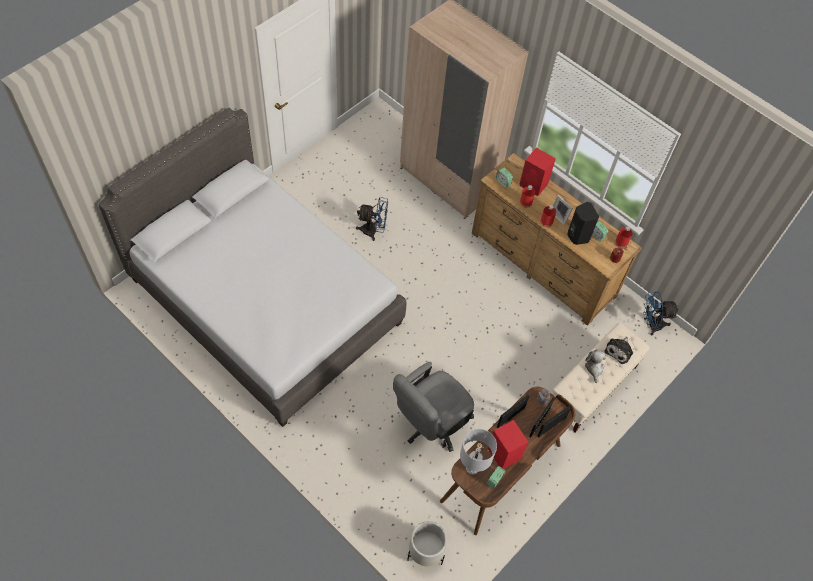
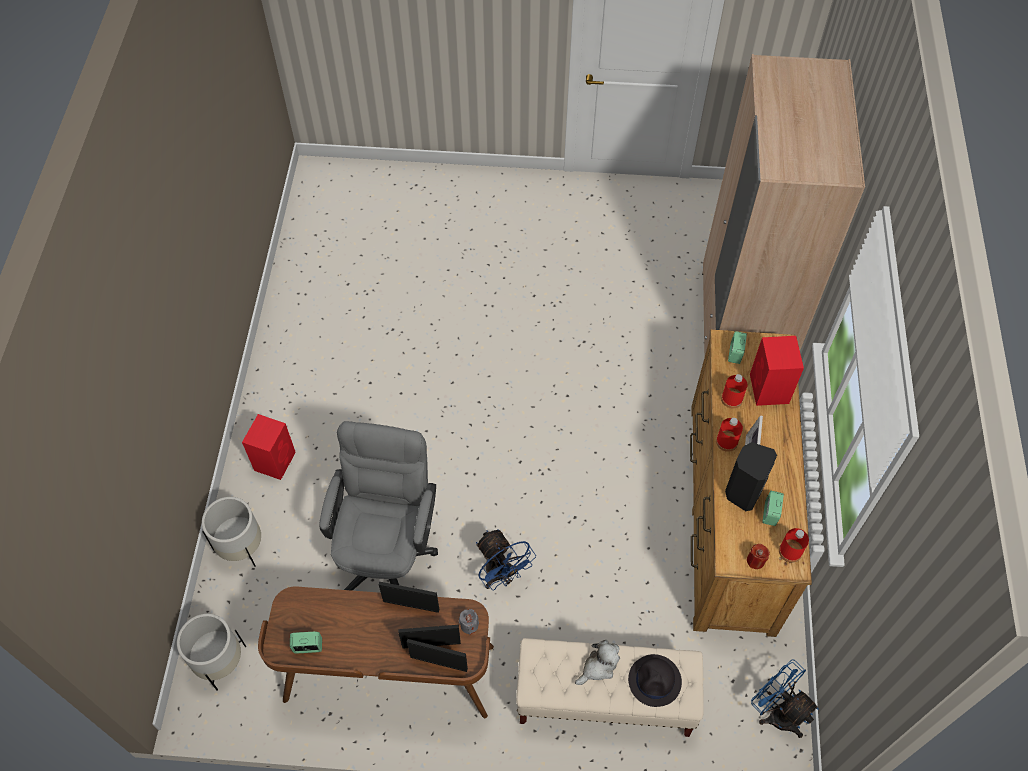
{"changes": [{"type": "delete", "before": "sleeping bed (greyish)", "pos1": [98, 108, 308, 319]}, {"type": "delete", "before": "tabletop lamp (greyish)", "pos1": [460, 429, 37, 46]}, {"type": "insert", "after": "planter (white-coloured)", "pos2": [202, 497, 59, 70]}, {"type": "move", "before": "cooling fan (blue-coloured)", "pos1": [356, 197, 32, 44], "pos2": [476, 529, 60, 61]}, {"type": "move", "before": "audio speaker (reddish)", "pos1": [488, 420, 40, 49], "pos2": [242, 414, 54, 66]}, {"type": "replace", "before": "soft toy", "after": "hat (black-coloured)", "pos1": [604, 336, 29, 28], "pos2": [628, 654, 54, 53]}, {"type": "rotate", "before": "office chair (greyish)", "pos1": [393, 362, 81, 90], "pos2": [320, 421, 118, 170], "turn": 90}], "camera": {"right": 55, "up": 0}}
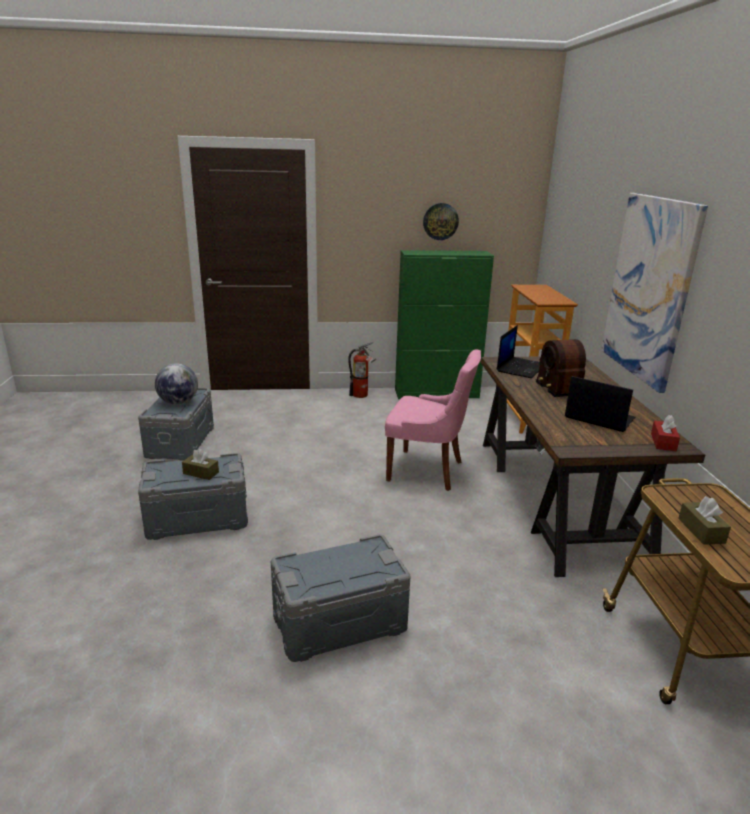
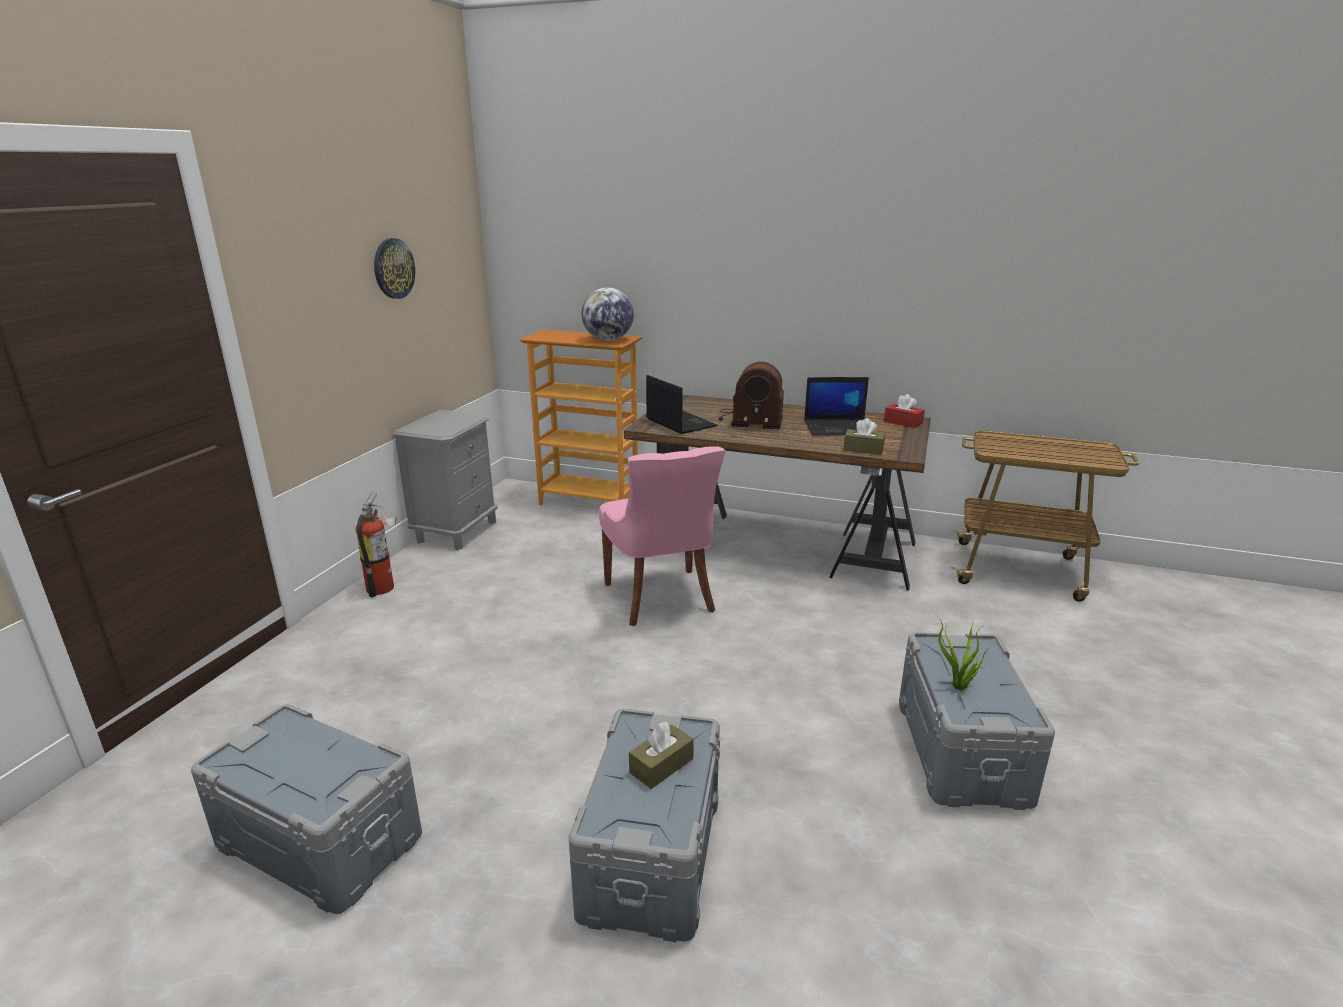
{"changes": [{"type": "delete", "before": "wall picture", "pos1": [601, 193, 107, 200]}, {"type": "insert", "after": "potted plant", "pos2": [936, 615, 51, 76]}, {"type": "move", "before": "desk globe", "pos1": [155, 363, 43, 42], "pos2": [582, 287, 52, 54]}, {"type": "move", "before": "tissue box (brownish)", "pos1": [678, 496, 53, 49], "pos2": [844, 418, 41, 36]}, {"type": "replace", "before": "cupboard (green-coloured)", "after": "night table (greyish)", "pos1": [395, 250, 99, 149], "pos2": [393, 410, 105, 140]}, {"type": "rotate", "before": "upright chair (pink)", "pos1": [385, 350, 96, 141], "pos2": [599, 447, 126, 179], "turn": 120}, {"type": "rotate", "before": "laptop", "pos1": [565, 376, 70, 56], "pos2": [804, 377, 70, 59], "turn": -150}], "camera": {"right": -65, "up": 0}}
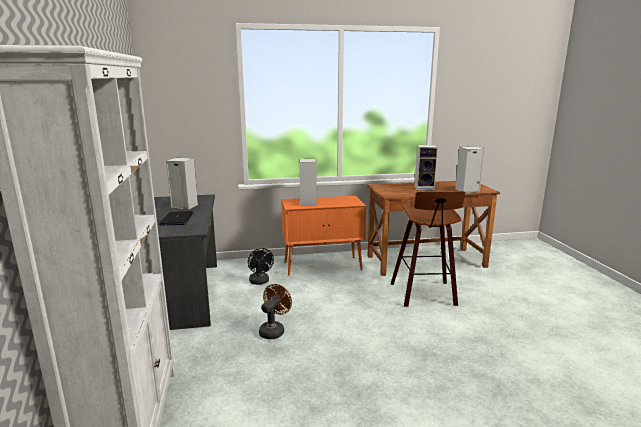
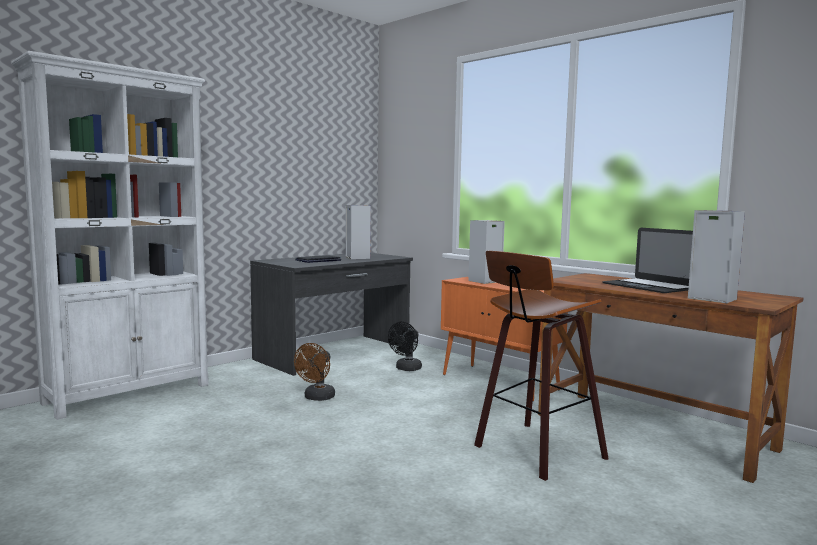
{"changes": [{"type": "replace", "before": "audio speaker", "after": "laptop", "pos1": [414, 145, 24, 46], "pos2": [602, 228, 91, 65]}, {"type": "rotate", "before": "cooling fan (brownish)", "pos1": [259, 284, 33, 55], "pos2": [294, 343, 41, 58], "turn": 120}], "camera": {"right": 55, "up": -10}}
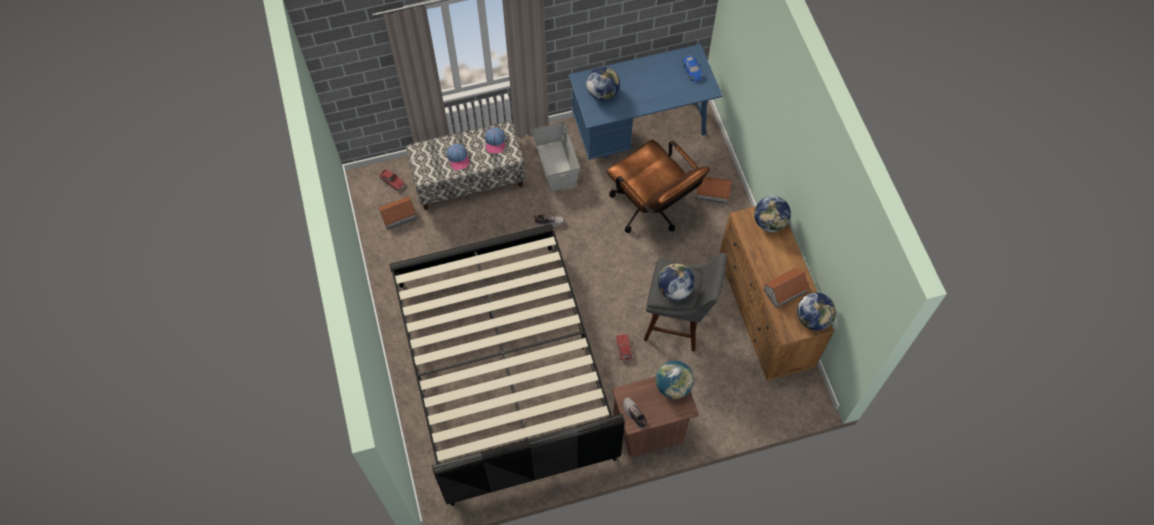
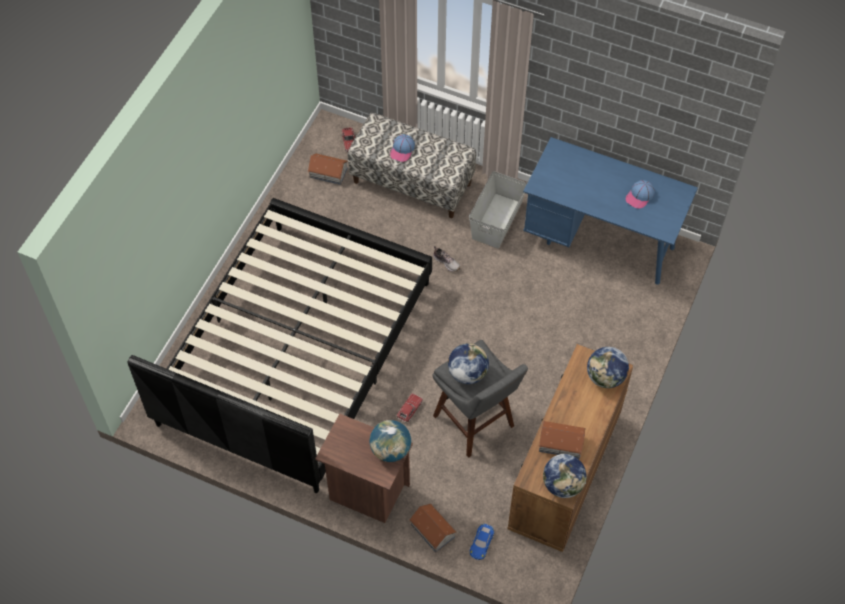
{"changes": [{"type": "delete", "before": "desk globe", "pos1": [586, 67, 34, 34]}, {"type": "delete", "before": "office chair (brownish)", "pos1": [606, 140, 104, 93]}, {"type": "delete", "before": "item of footwear", "pos1": [623, 397, 24, 32]}, {"type": "move", "before": "baseball cap", "pos1": [485, 127, 20, 27], "pos2": [626, 180, 29, 29]}, {"type": "move", "before": "model car (blue-coloured)", "pos1": [682, 55, 21, 27], "pos2": [469, 524, 25, 36]}, {"type": "move", "before": "miniature house", "pos1": [696, 177, 35, 27], "pos2": [409, 503, 48, 50]}], "camera": {"right": 40, "up": -5}}
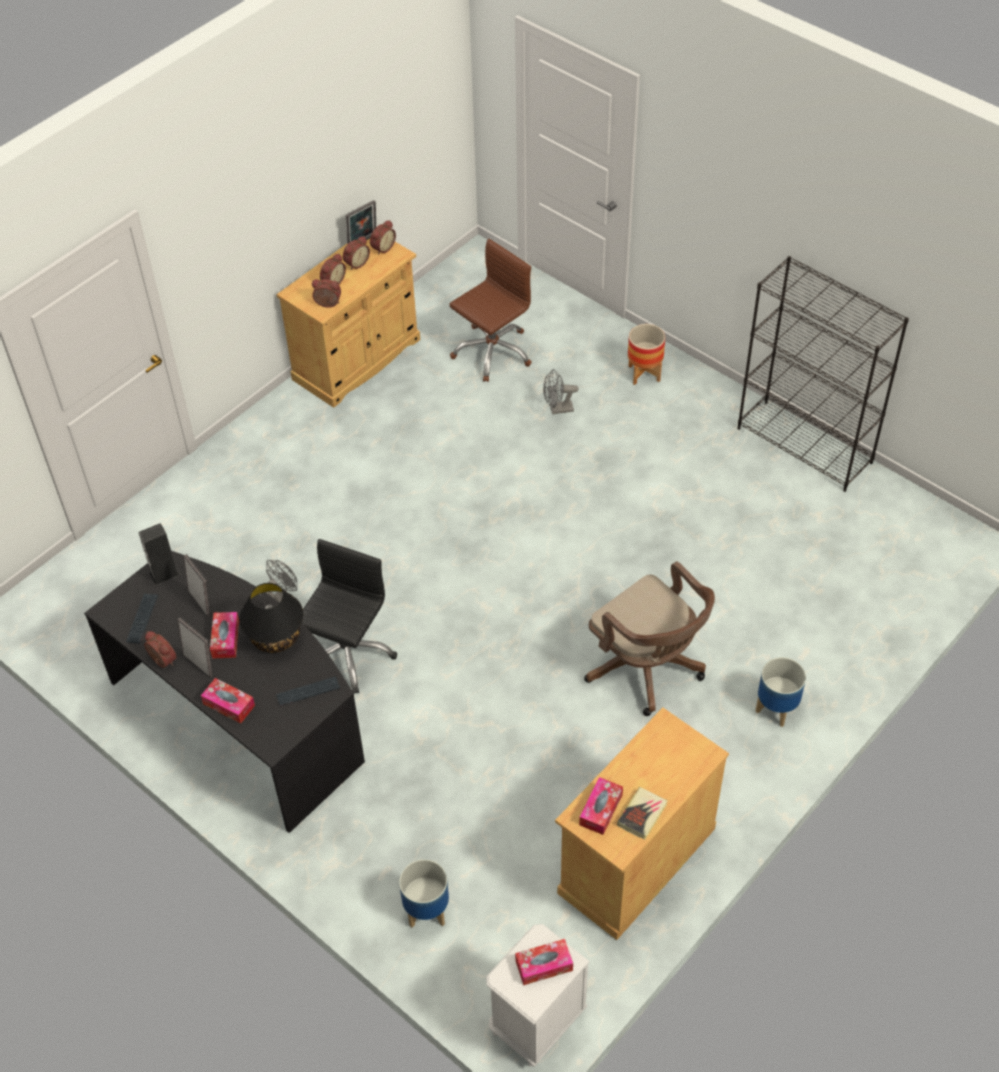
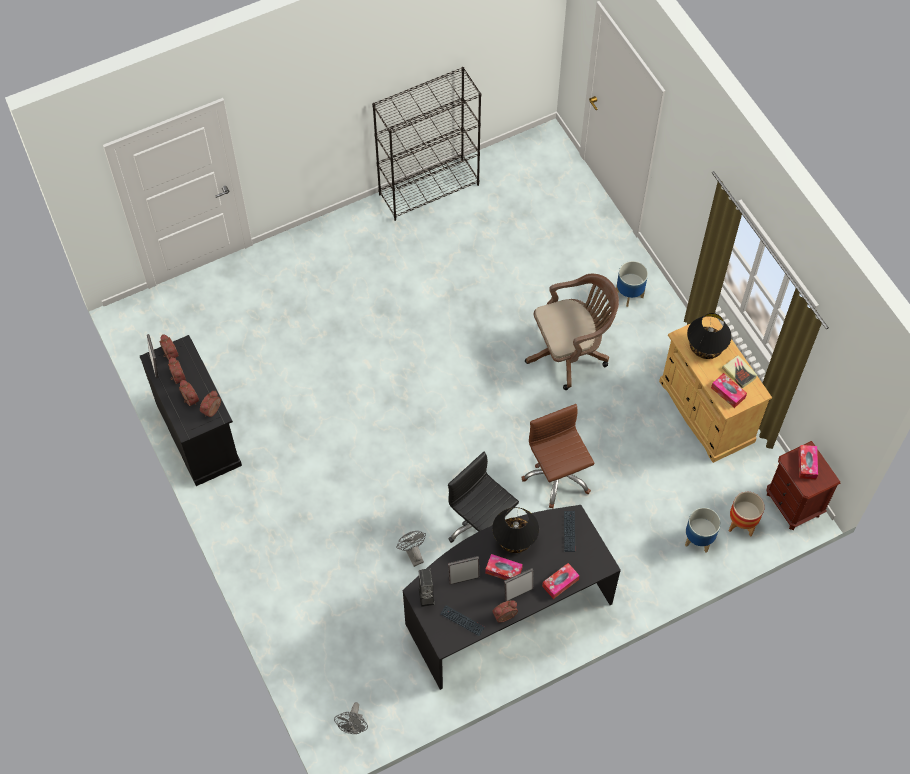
{"changes": [{"type": "insert", "after": "tabletop lamp (black-coloured)", "pos2": [687, 313, 45, 46]}, {"type": "move", "before": "office chair (brownish)", "pos1": [449, 239, 83, 143], "pos2": [522, 404, 72, 104]}, {"type": "move", "before": "cooling fan (greyish)", "pos1": [543, 369, 36, 45], "pos2": [334, 702, 34, 32]}, {"type": "move", "before": "planter", "pos1": [628, 324, 37, 61], "pos2": [729, 492, 36, 45]}, {"type": "recolor", "before": "cupboard (beige-coloured)", "after": "cupboard (black-coloured)", "pos1": [276, 239, 144, 168], "pos2": [140, 335, 102, 151]}, {"type": "recolor", "before": "night table (white-coloured)", "after": "night table (brownish)", "pos1": [486, 924, 104, 143], "pos2": [766, 441, 74, 89]}], "camera": {"right": -70, "up": 10}}
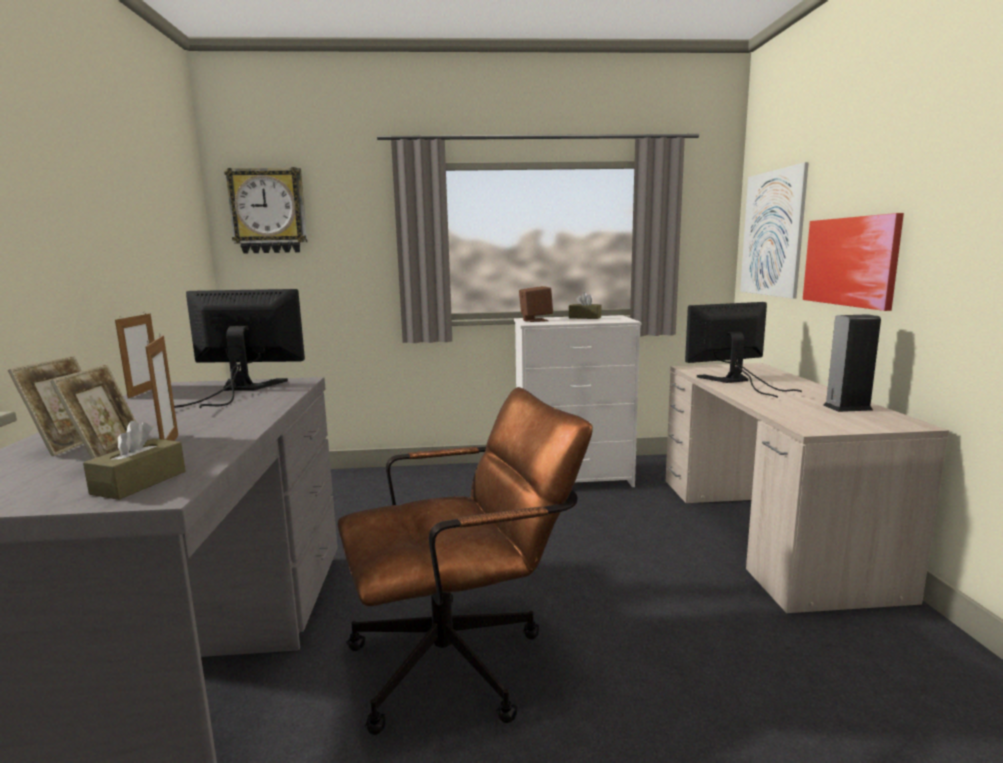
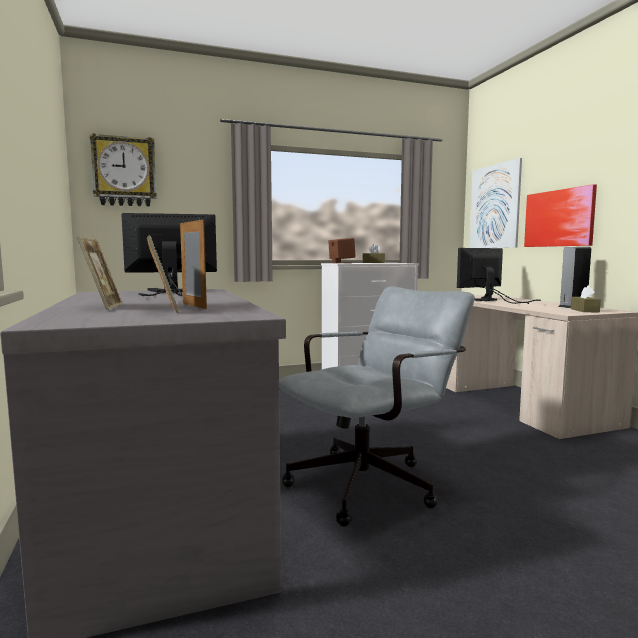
{"changes": [{"type": "delete", "before": "picture frame", "pos1": [115, 313, 40, 85]}, {"type": "move", "before": "tissue box (brownish)", "pos1": [83, 421, 102, 79], "pos2": [571, 286, 30, 26]}, {"type": "recolor", "before": "office chair (brownish)", "after": "office chair (greyish)", "pos1": [338, 387, 255, 348], "pos2": [279, 286, 196, 241]}], "camera": {"right": -15, "up": -5}}
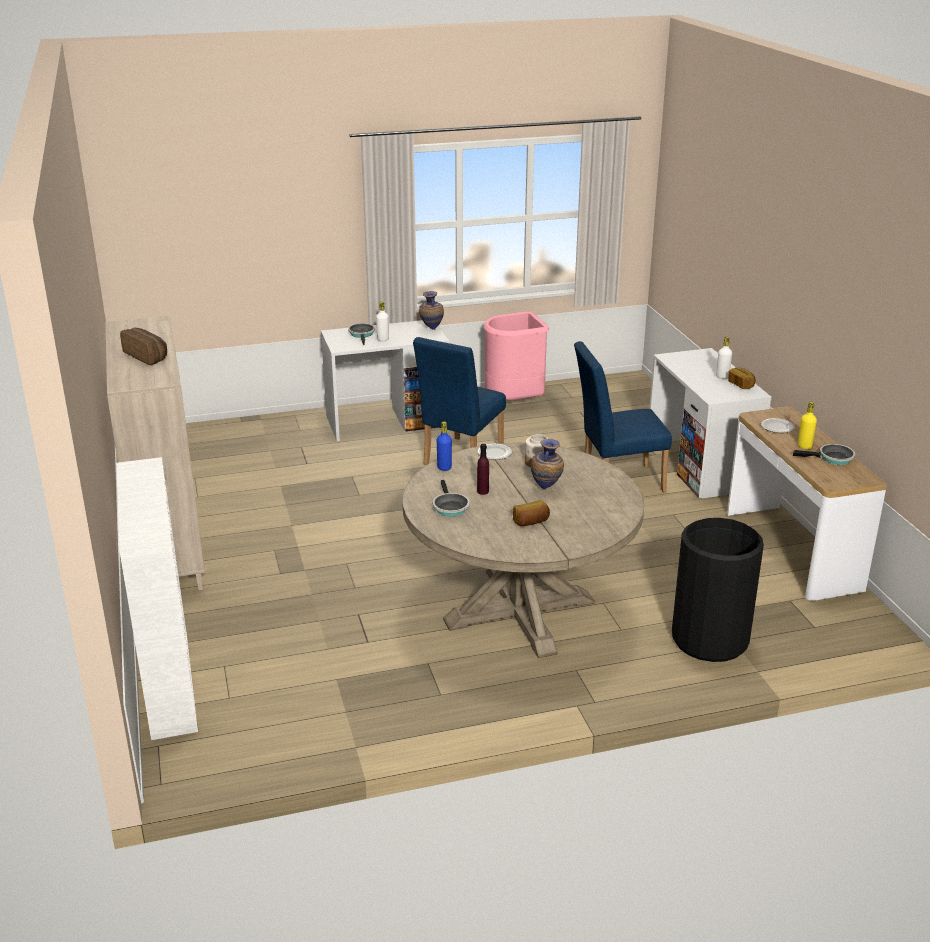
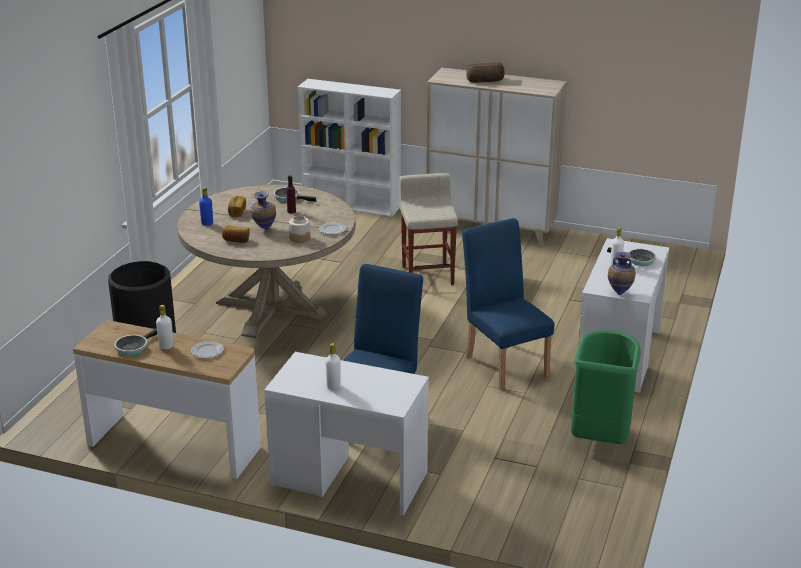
{"changes": [{"type": "insert", "after": "sitting stool (beige-coloured)", "pos2": [399, 173, 59, 112]}, {"type": "move", "before": "bottle (blue-coloured)", "pos1": [437, 421, 15, 50], "pos2": [199, 187, 14, 39]}, {"type": "move", "before": "bakery bread", "pos1": [728, 367, 28, 22], "pos2": [222, 225, 27, 18]}, {"type": "recolor", "before": "waste bin (pink)", "after": "waste bin (green-coloured)", "pos1": [483, 311, 66, 89], "pos2": [571, 330, 70, 114]}, {"type": "recolor", "before": "bottle (yellow-coloured)", "after": "bottle (white-coloured)", "pos1": [798, 402, 19, 47], "pos2": [156, 305, 17, 44]}], "camera": {"right": 125, "up": 0}}
